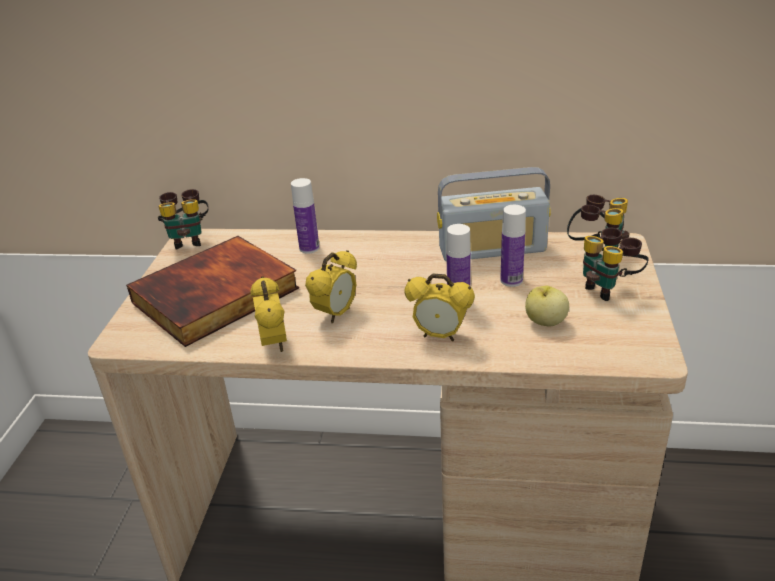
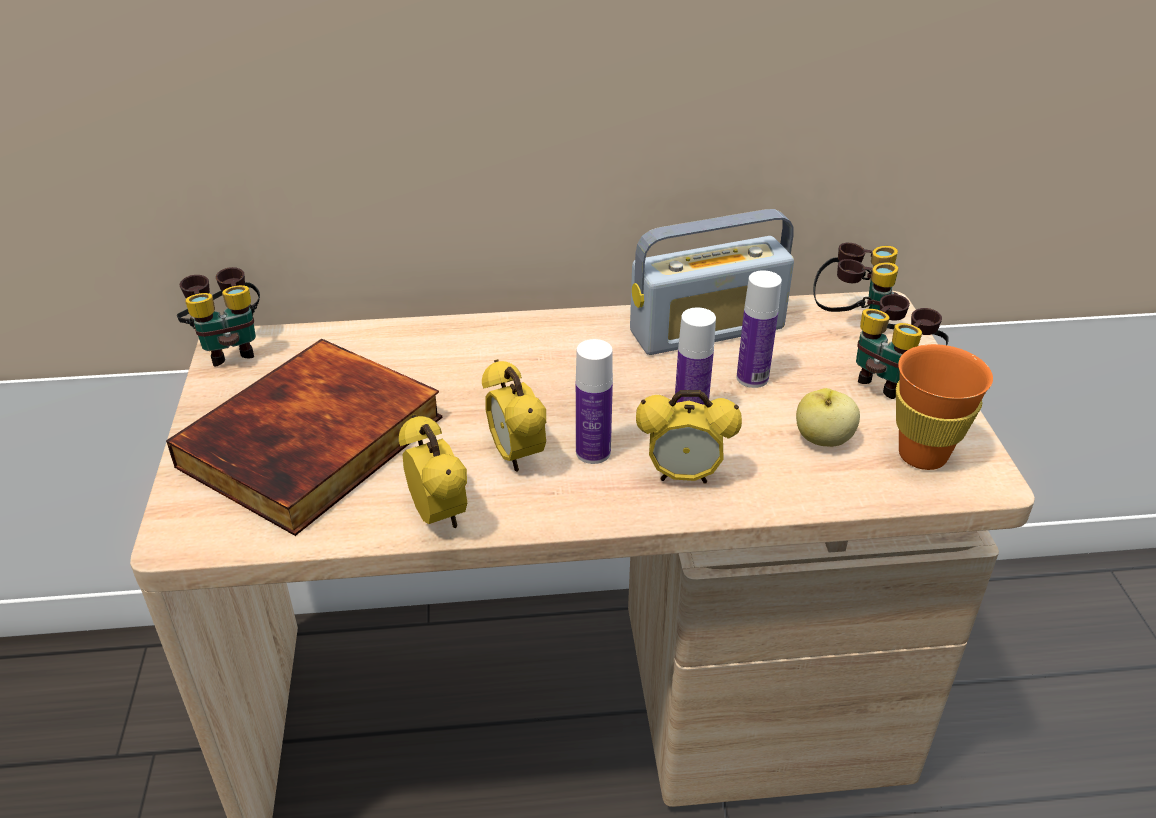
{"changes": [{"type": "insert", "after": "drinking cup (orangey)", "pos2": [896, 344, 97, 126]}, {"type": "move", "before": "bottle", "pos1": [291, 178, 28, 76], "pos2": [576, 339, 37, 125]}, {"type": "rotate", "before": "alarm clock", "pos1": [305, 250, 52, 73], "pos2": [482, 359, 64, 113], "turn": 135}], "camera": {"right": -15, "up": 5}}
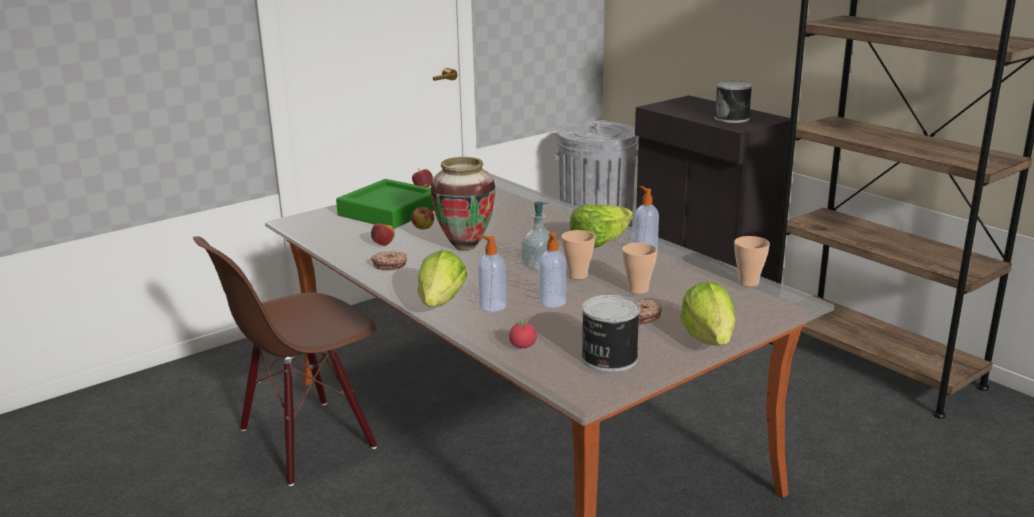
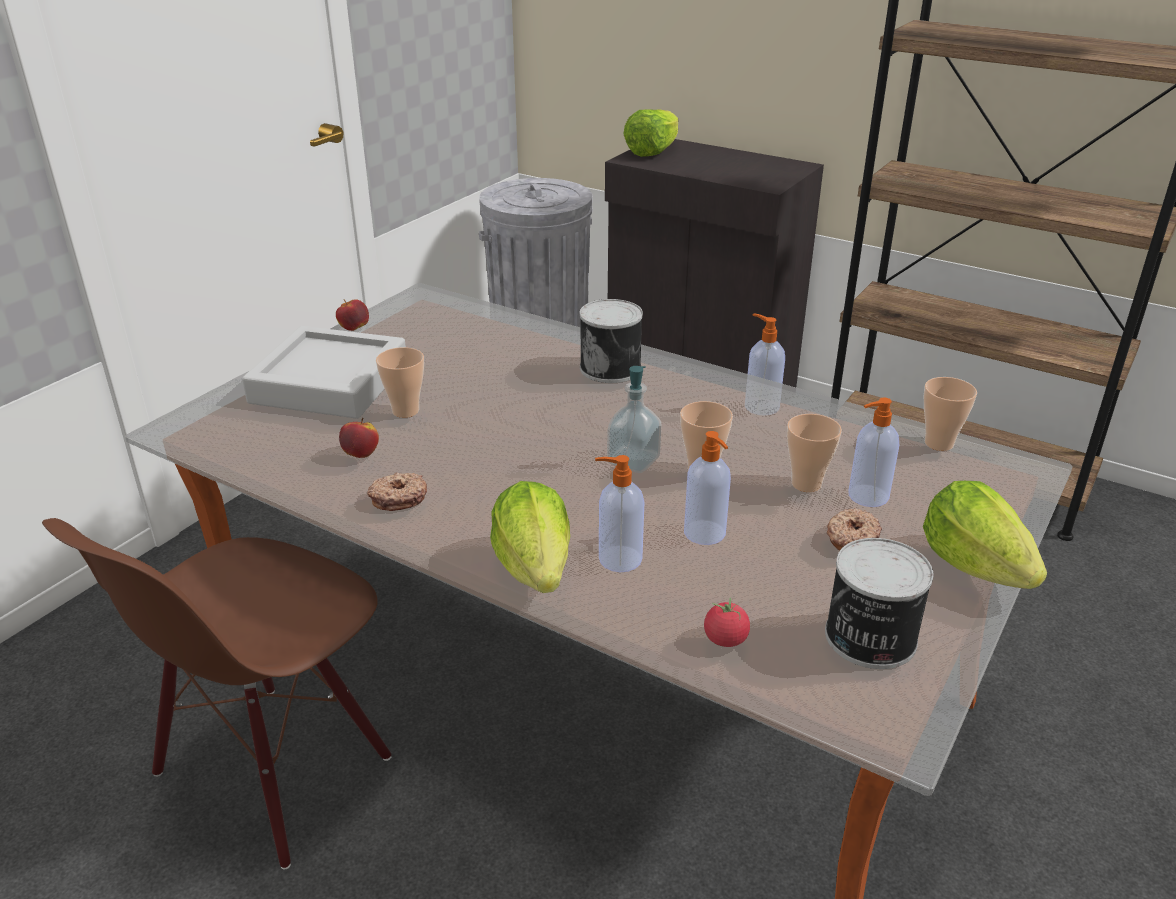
{"changes": [{"type": "delete", "before": "flower vase", "pos1": [430, 157, 65, 94]}, {"type": "insert", "after": "soap dispenser", "pos2": [848, 398, 51, 109]}, {"type": "move", "before": "head of lettuce", "pos1": [569, 204, 64, 43], "pos2": [623, 109, 55, 48]}, {"type": "move", "before": "sealed can", "pos1": [715, 80, 37, 43], "pos2": [580, 299, 63, 84]}, {"type": "replace", "before": "apple", "after": "drinking cup", "pos1": [411, 207, 23, 23], "pos2": [376, 347, 48, 71]}, {"type": "recolor", "before": "tray (green-coloured)", "after": "tray (greyish)", "pos1": [336, 179, 98, 50], "pos2": [242, 326, 164, 93]}], "camera": {"right": -20, "up": 10}}
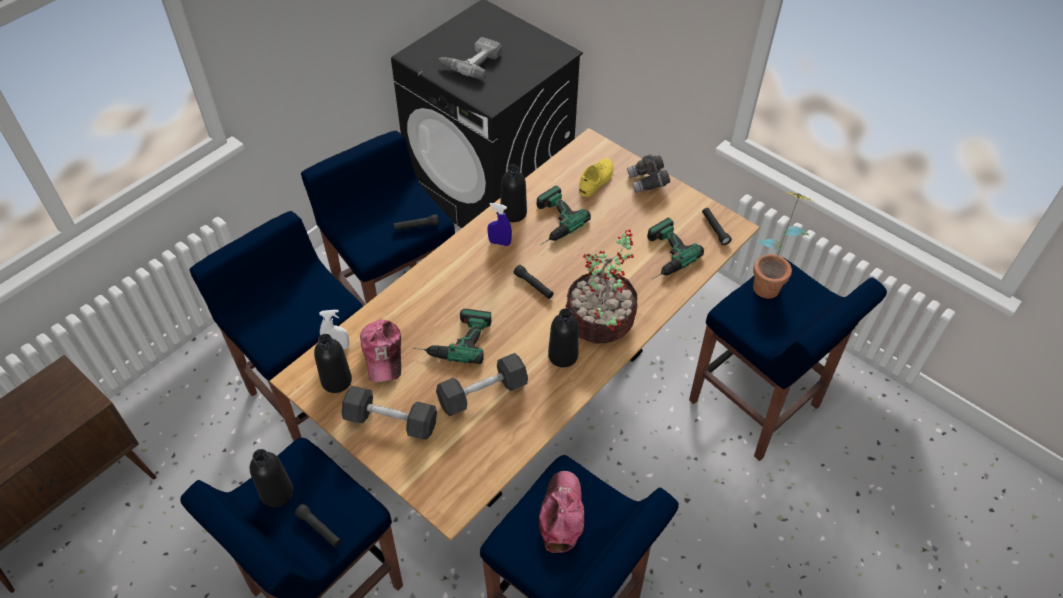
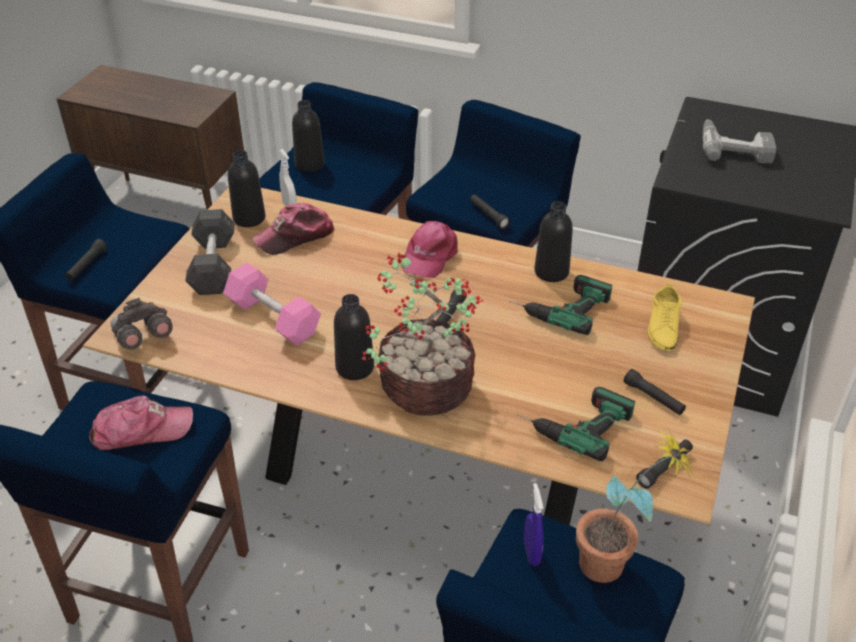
{"changes": [{"type": "delete", "before": "electric drill", "pos1": [413, 309, 78, 55]}, {"type": "insert", "after": "baseball cap (pink)", "pos2": [402, 221, 56, 57]}, {"type": "insert", "after": "hand torch (black-coloured)", "pos2": [624, 369, 62, 46]}, {"type": "move", "before": "bottle (black-coloured)", "pos1": [250, 449, 43, 58], "pos2": [292, 100, 32, 72]}, {"type": "move", "before": "hand sprayer (blue-coloured)", "pos1": [487, 203, 25, 43], "pos2": [524, 483, 20, 83]}, {"type": "move", "before": "pair of binoculars (greyish)", "pos1": [627, 154, 43, 39], "pos2": [111, 298, 62, 52]}, {"type": "recolor", "before": "dumbbell (greyish)", "after": "dumbbell (pink)", "pos1": [436, 353, 92, 63], "pos2": [223, 263, 98, 83]}, {"type": "rotate", "before": "item of footwear (yellow-coloured)", "pos1": [579, 158, 34, 39], "pos2": [647, 284, 35, 67], "turn": 90}], "camera": {"right": 70, "up": -10}}
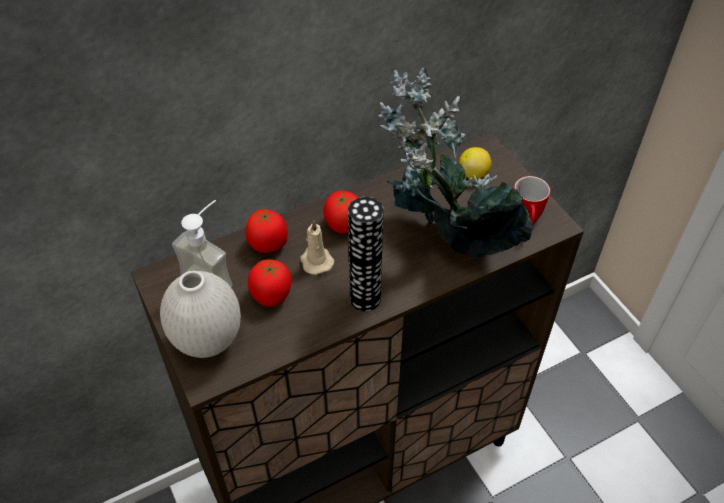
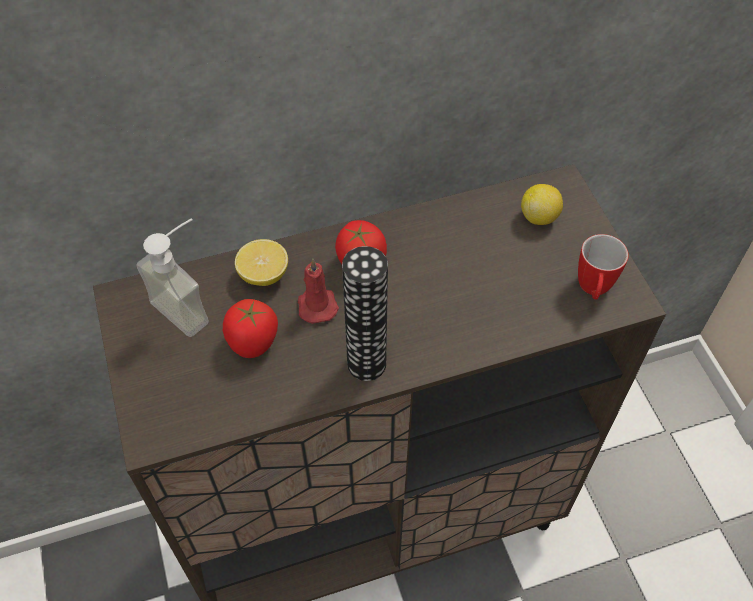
{"changes": [{"type": "delete", "before": "flower vase (white-coloured)", "pos1": [160, 271, 81, 87]}, {"type": "delete", "before": "potted plant", "pos1": [378, 67, 155, 191]}, {"type": "replace", "before": "tomato", "after": "lemon", "pos1": [245, 207, 43, 46], "pos2": [235, 239, 53, 47]}, {"type": "recolor", "before": "wax light (beige-coloured)", "after": "wax light (reddish)", "pos1": [300, 220, 34, 55], "pos2": [298, 258, 41, 66]}], "camera": {"right": 10, "up": 5}}
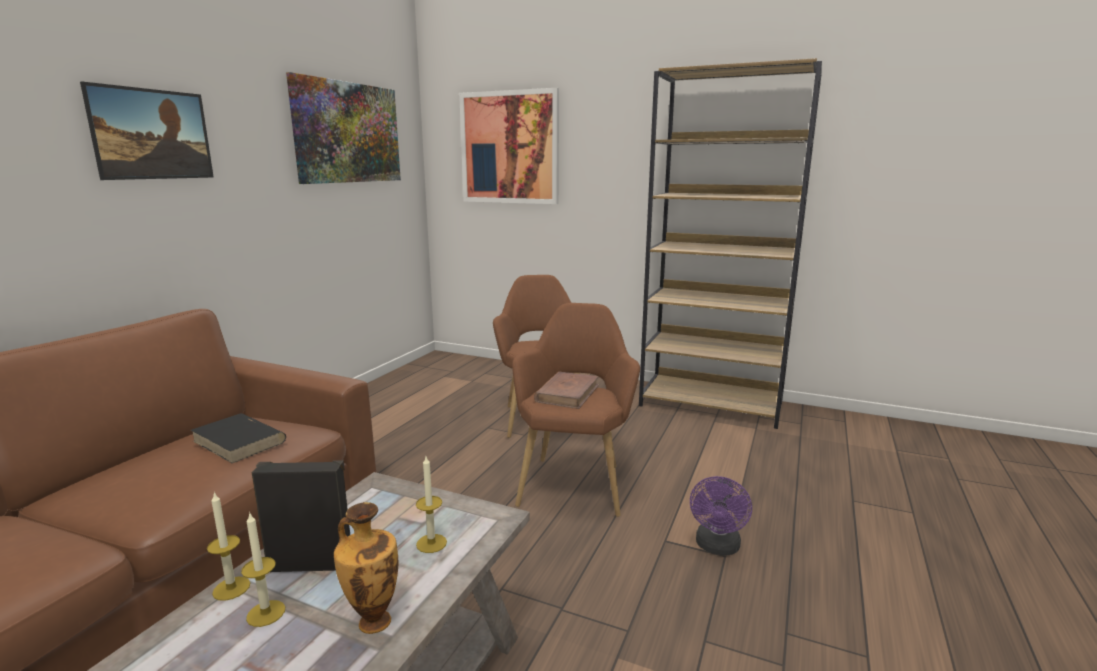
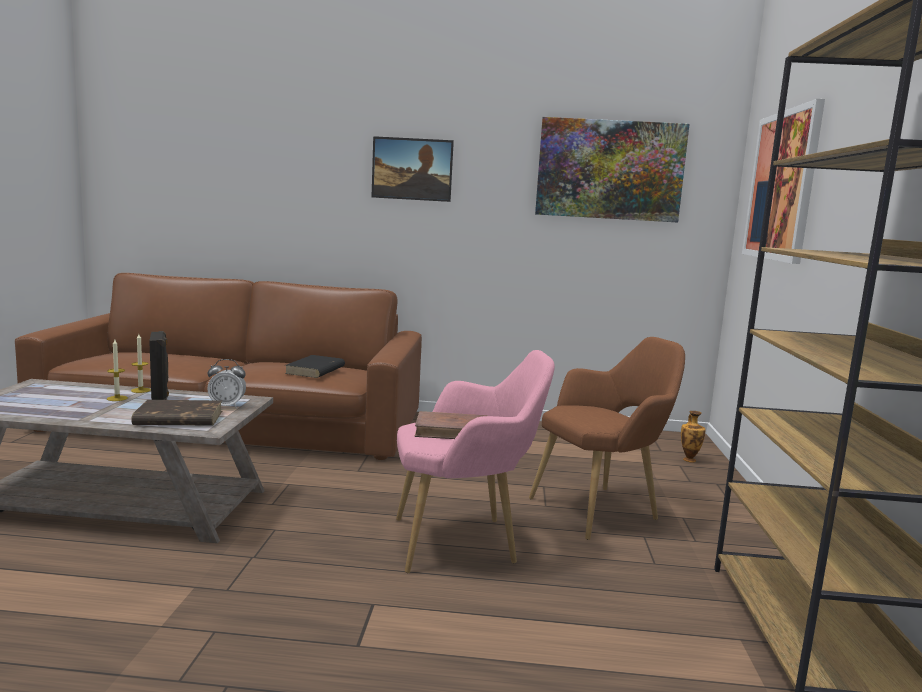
{"changes": [{"type": "delete", "before": "cooling fan (purple-coloured)", "pos1": [690, 476, 62, 79]}, {"type": "insert", "after": "alarm clock", "pos2": [207, 359, 39, 49]}, {"type": "move", "before": "flower vase", "pos1": [334, 502, 64, 132], "pos2": [681, 411, 25, 51]}, {"type": "replace", "before": "wax light", "after": "bound book (brownish)", "pos1": [416, 457, 31, 96], "pos2": [131, 400, 91, 25]}, {"type": "recolor", "before": "armchair (brownish)", "after": "armchair (pink)", "pos1": [512, 303, 128, 214], "pos2": [396, 350, 159, 223]}], "camera": {"right": 70, "up": -5}}
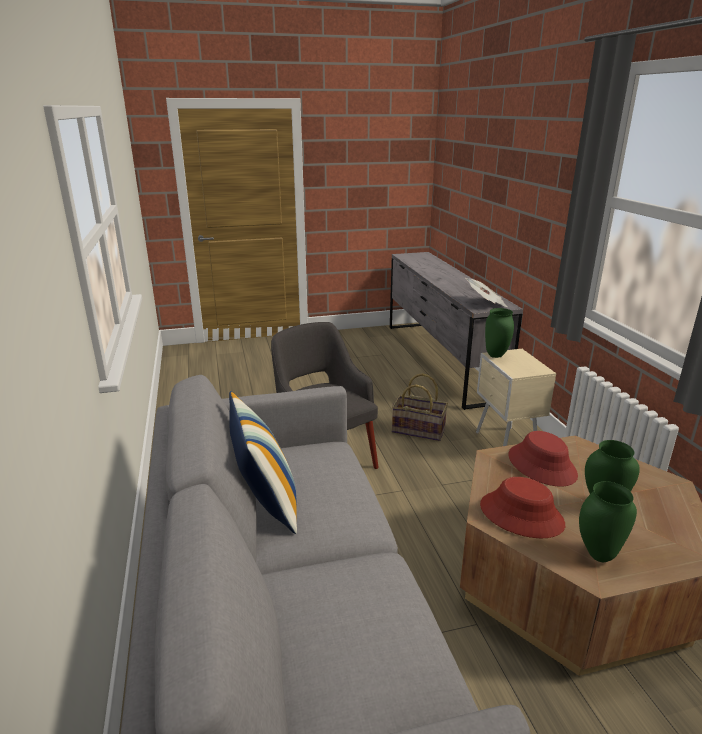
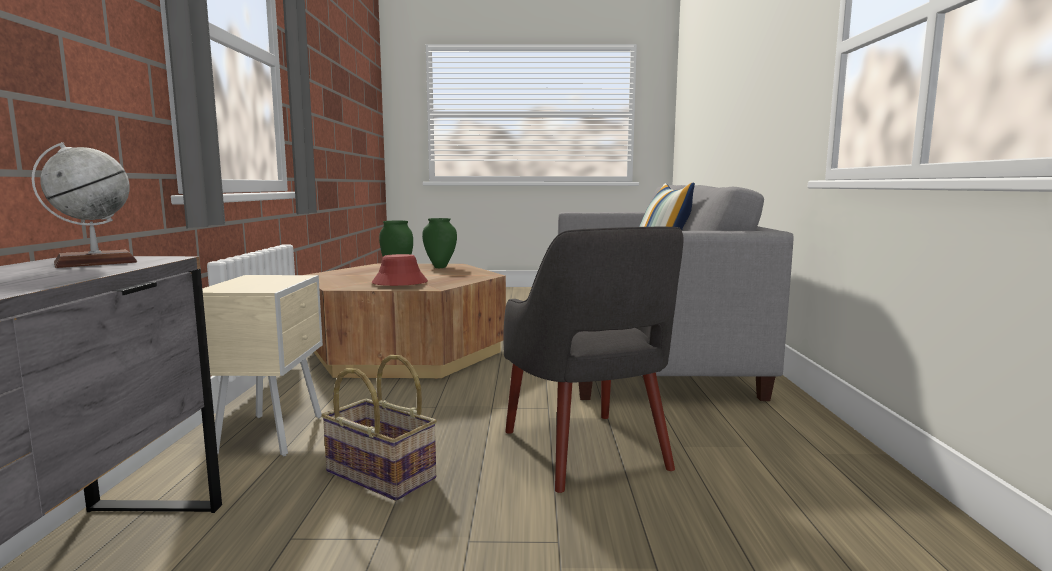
{"changes": [{"type": "delete", "before": "hat (reddish)", "pos1": [480, 477, 85, 61]}, {"type": "delete", "before": "flower vase (green-coloured)", "pos1": [485, 308, 29, 50]}, {"type": "replace", "before": "printed paper", "after": "desk globe", "pos1": [465, 278, 42, 29], "pos2": [32, 142, 105, 126]}], "camera": {"right": -165, "up": -15}}
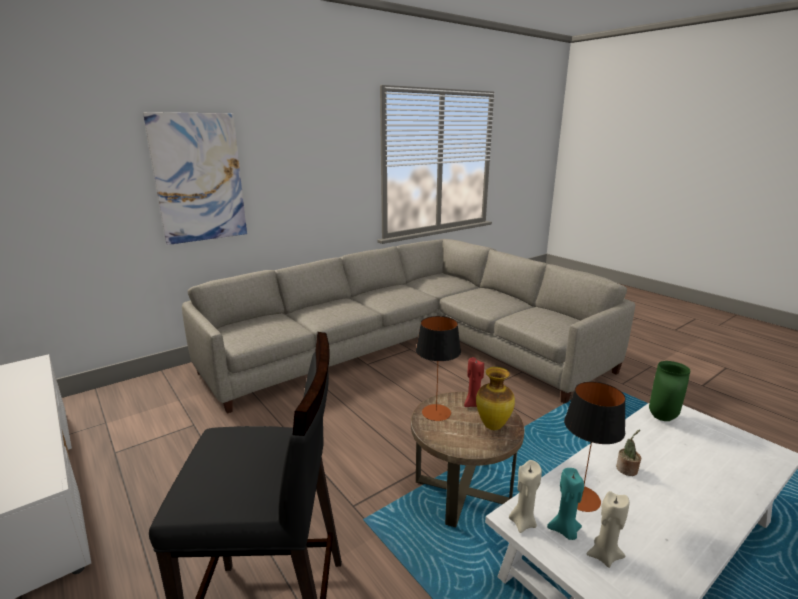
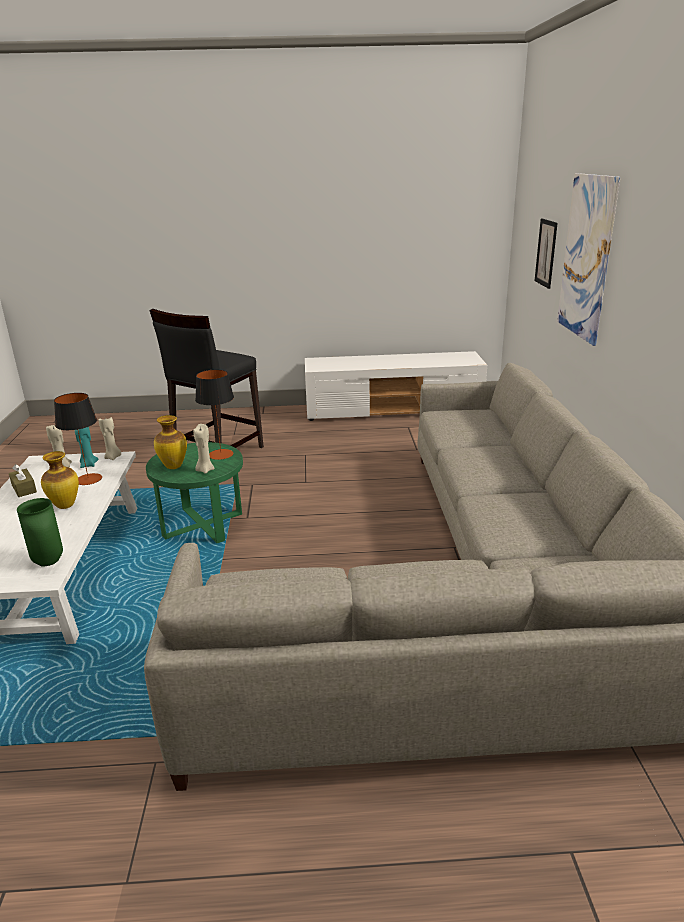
{"changes": [{"type": "insert", "after": "tissue box (brownish)", "pos2": [9, 464, 28, 33]}, {"type": "insert", "after": "wall picture", "pos2": [535, 219, 23, 70]}, {"type": "replace", "before": "potted plant", "after": "flower vase", "pos1": [616, 429, 25, 47], "pos2": [41, 451, 38, 58]}, {"type": "recolor", "before": "end table (brownish)", "after": "end table (green-coloured)", "pos1": [411, 392, 114, 135], "pos2": [146, 442, 97, 101]}, {"type": "recolor", "before": "wax light (reddish)", "after": "wax light (beige-coloured)", "pos1": [464, 357, 20, 50], "pos2": [193, 424, 21, 50]}], "camera": {"right": 125, "up": 5}}
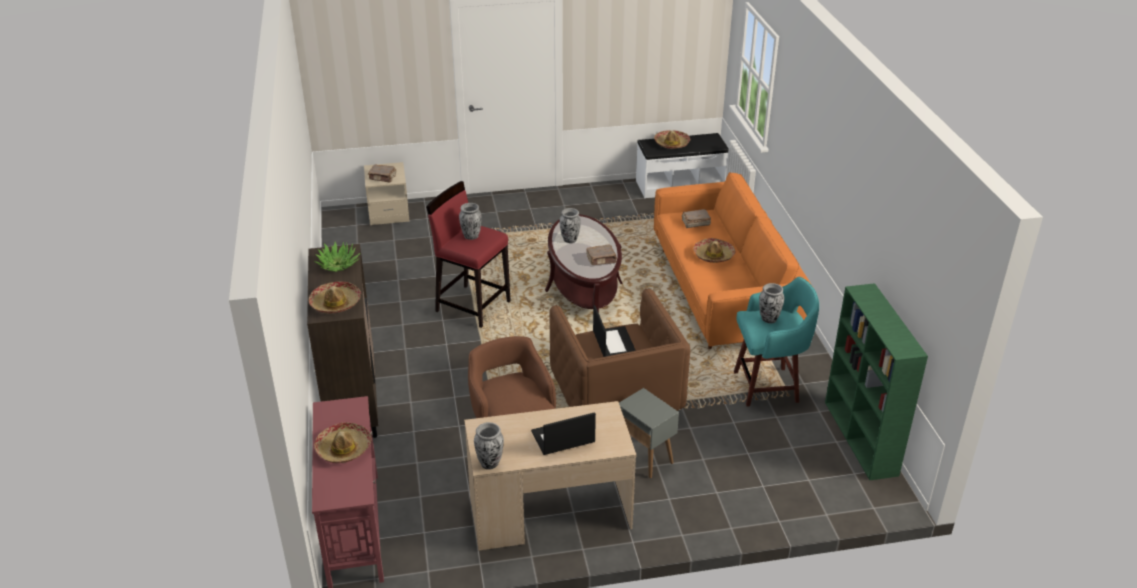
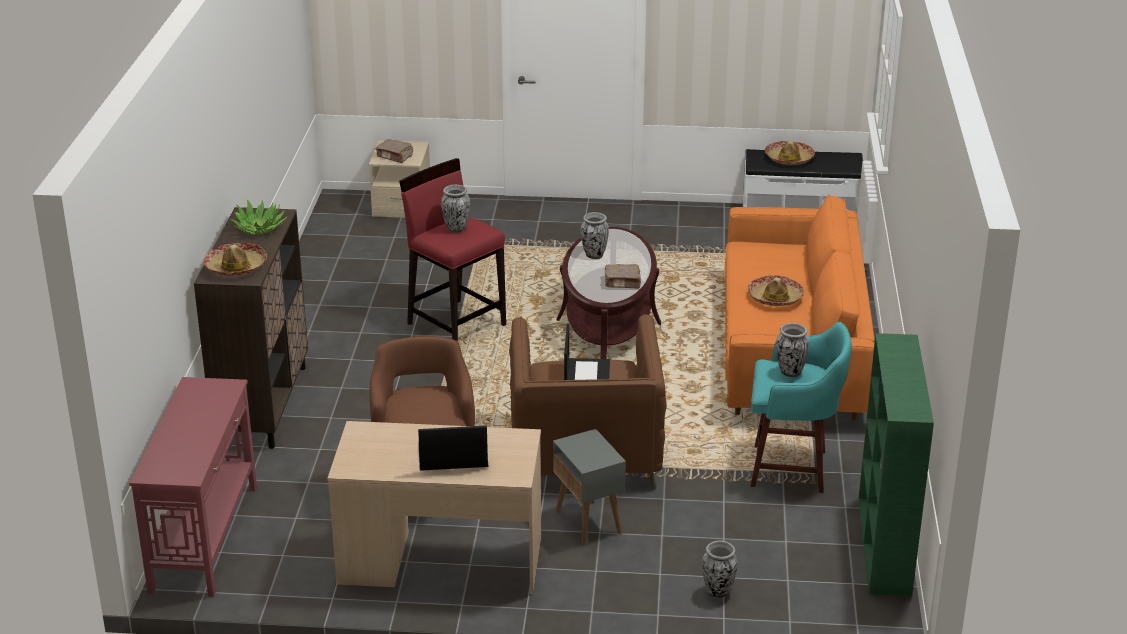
{"changes": [{"type": "delete", "before": "hat", "pos1": [314, 422, 58, 41]}, {"type": "delete", "before": "bound book (brownish)", "pos1": [682, 209, 29, 19]}, {"type": "move", "before": "flower vase", "pos1": [474, 422, 30, 48], "pos2": [702, 541, 36, 57]}], "camera": {"right": 15, "up": -5}}
